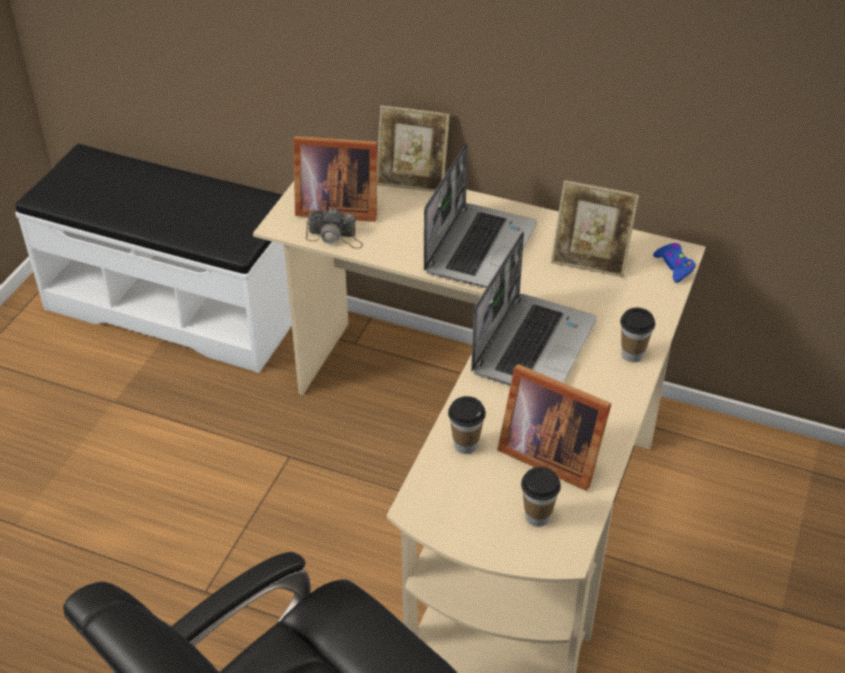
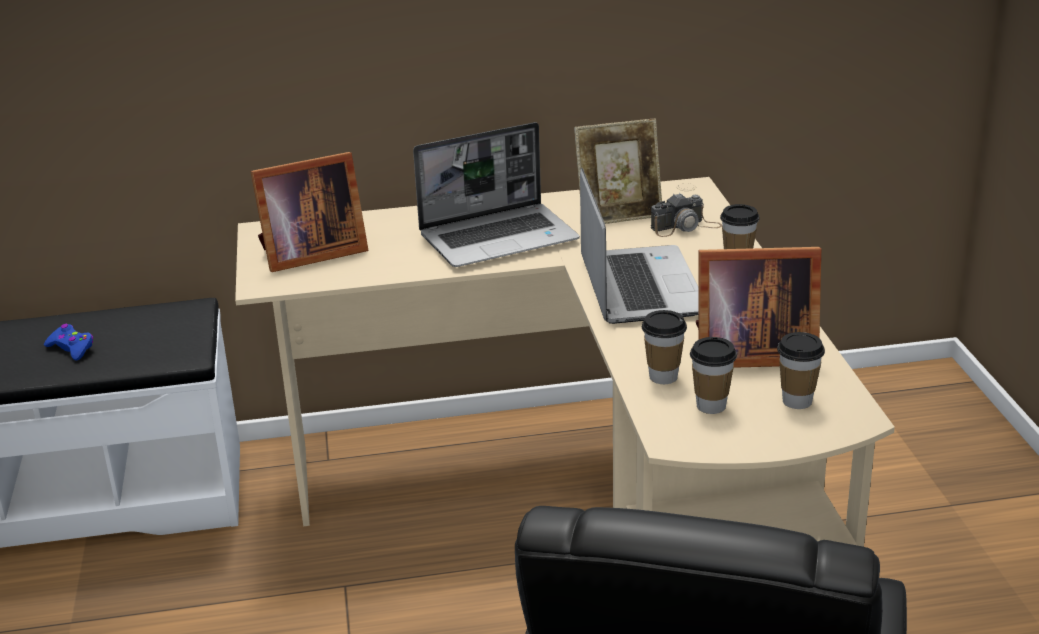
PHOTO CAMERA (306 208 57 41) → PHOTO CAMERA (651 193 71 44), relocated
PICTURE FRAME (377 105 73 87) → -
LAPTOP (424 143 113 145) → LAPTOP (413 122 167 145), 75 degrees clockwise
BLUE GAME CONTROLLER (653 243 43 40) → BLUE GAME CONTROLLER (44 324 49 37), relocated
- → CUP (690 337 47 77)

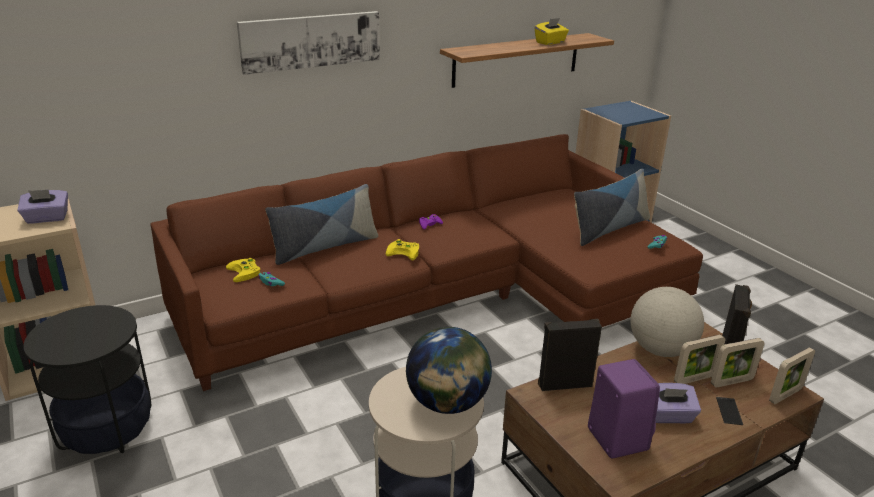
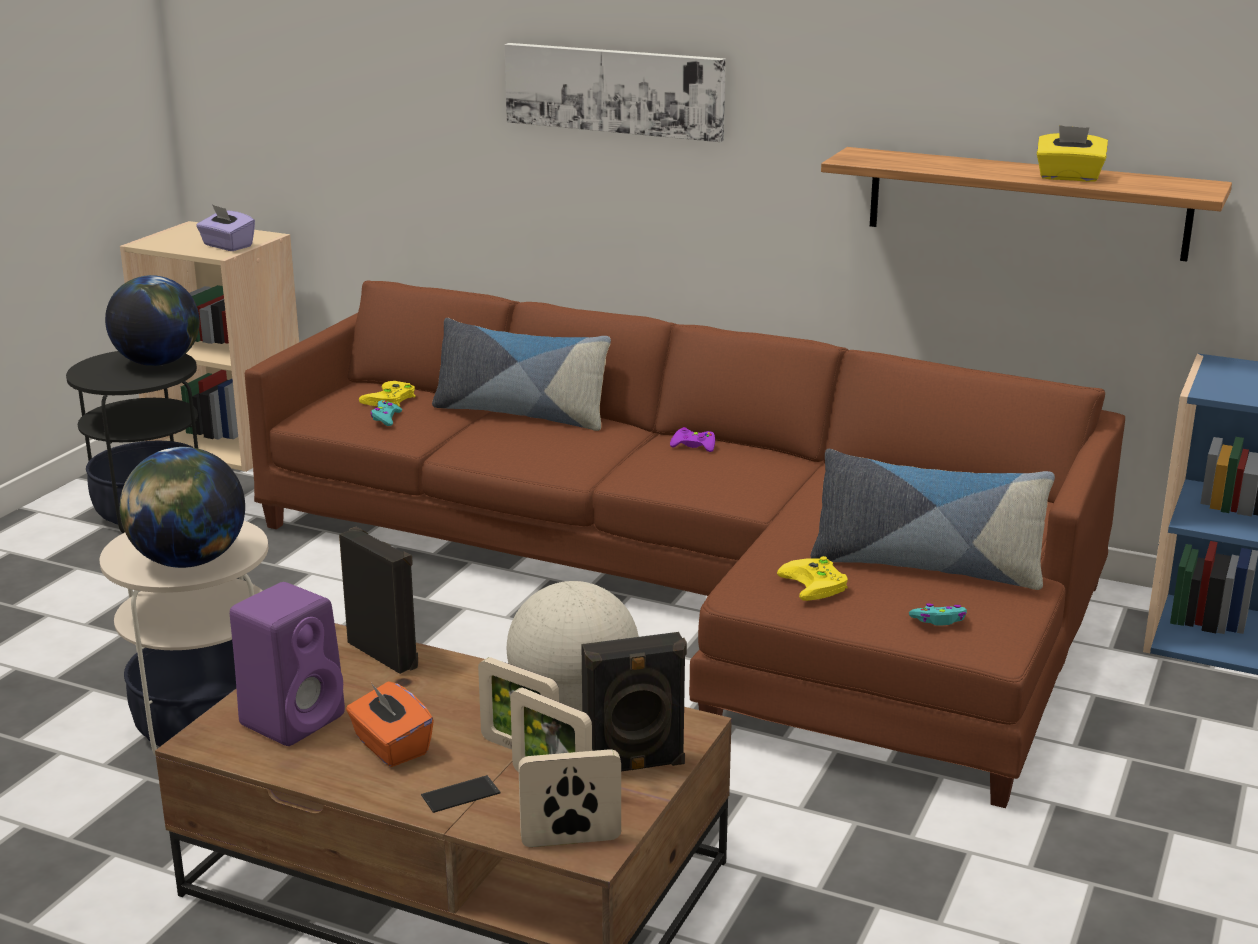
YELLOW GAME CONTROLLER (386 239 33 21) → YELLOW GAME CONTROLLER (777 556 71 45), relocated
PURPLE TISSUE BOX (655 383 46 40) → ORANGE TISSUE BOX (346 681 88 86)
PICTURE FRAME (769 347 46 57) → PICTURE FRAME (518 749 103 98), 150 degrees clockwise
- → GLOBE (105 275 95 91)

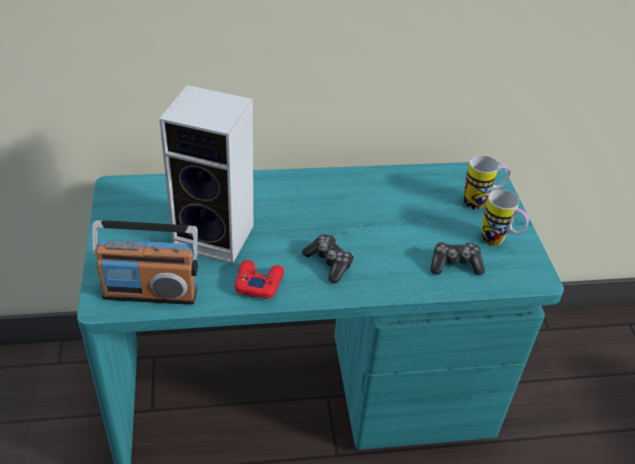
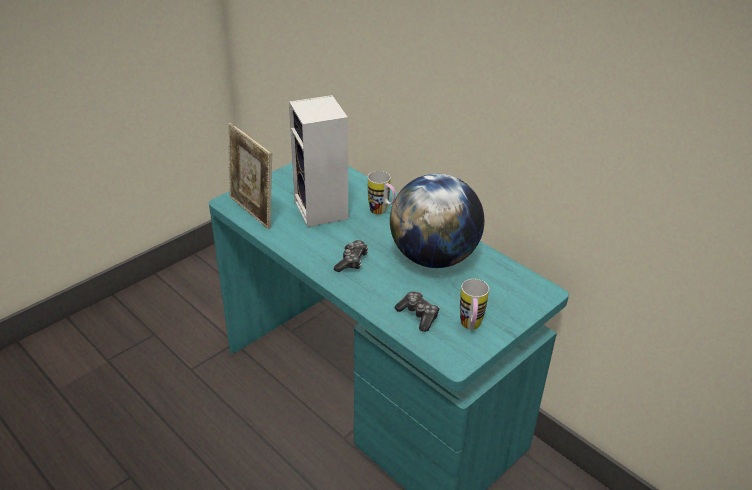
RADIO (92 220 106 85) → PICTURE FRAME (228 123 44 106)
RED GAME CONTROLLER (235 260 49 39) → -
MUG (464 155 46 54) → MUG (368 171 28 44), relocated
- → GLOBE (390 174 94 94)

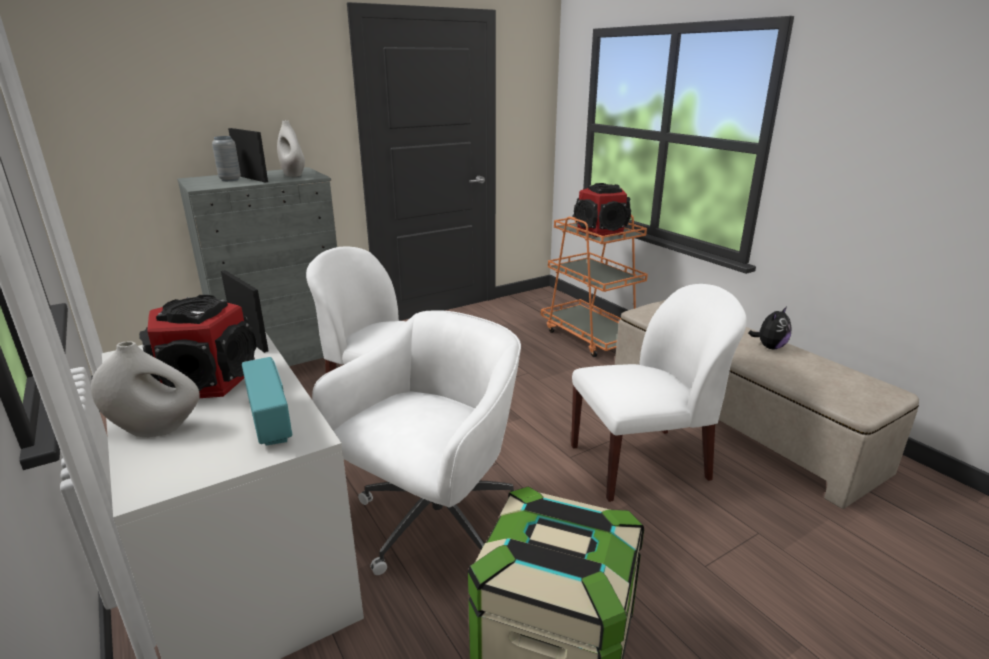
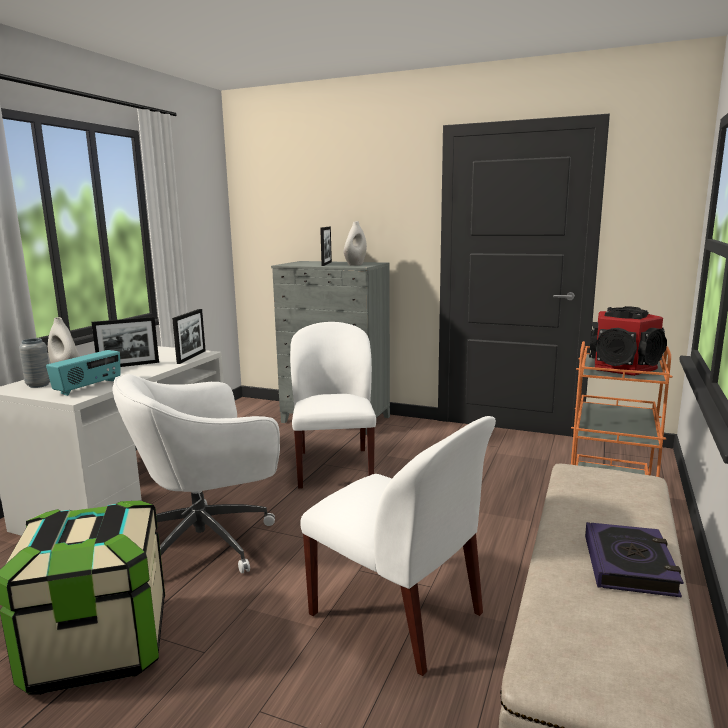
SPEAKER (139 295 117 103) → PICTURE FRAME (92 317 67 50)
GREY VASE (212 136 29 45) → GREY VASE (19 338 31 50), relocated
WHITE OFFICE CHAIR (312 311 209 264) → WHITE OFFICE CHAIR (112 374 168 199), 150 degrees clockwise
PLUSH TOY (748 307 44 42) → BOOK (585 522 99 75)

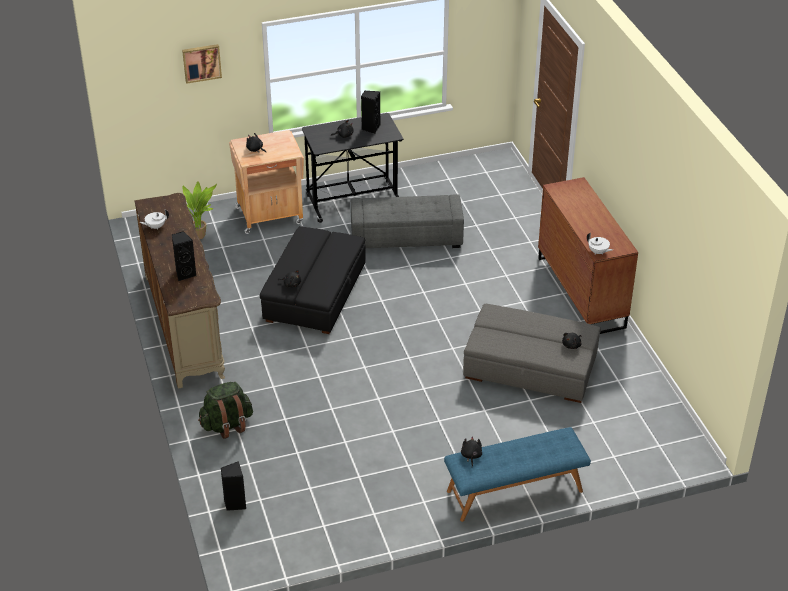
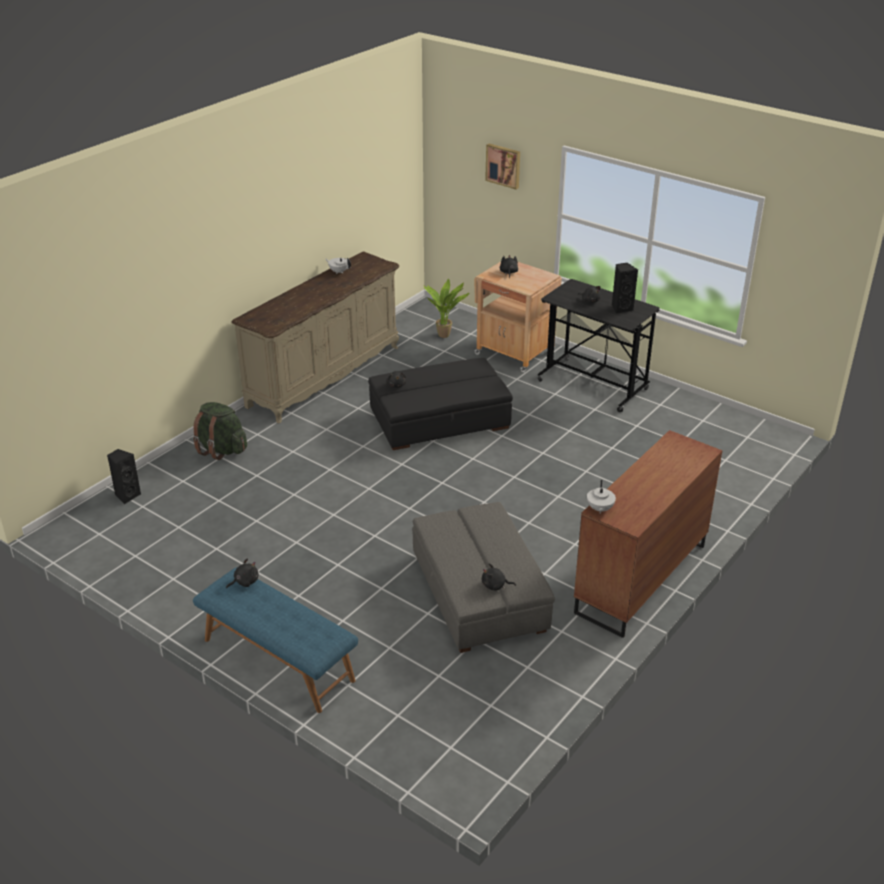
BLACK SPEAKER (172 231 25 50) → -
GREY OTTOMAN (351 194 113 54) → -

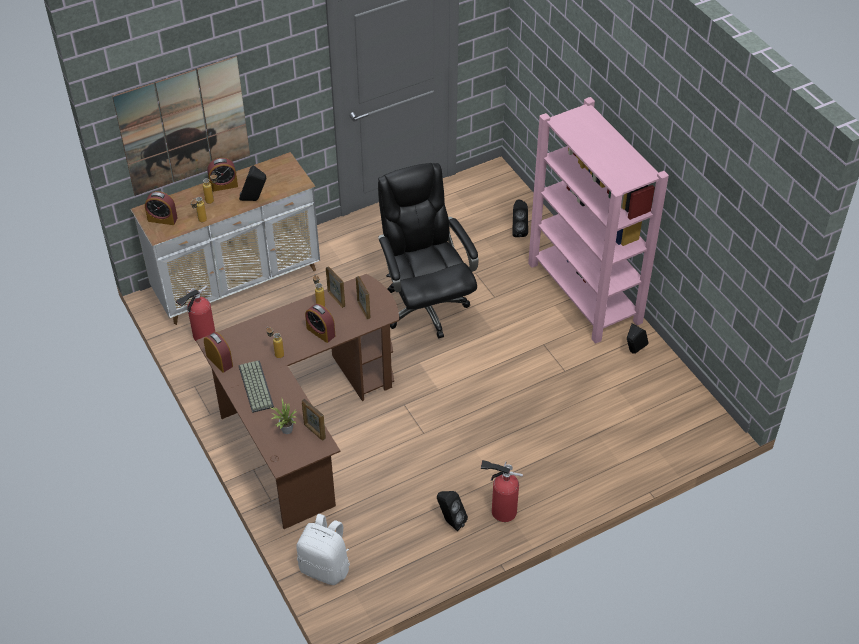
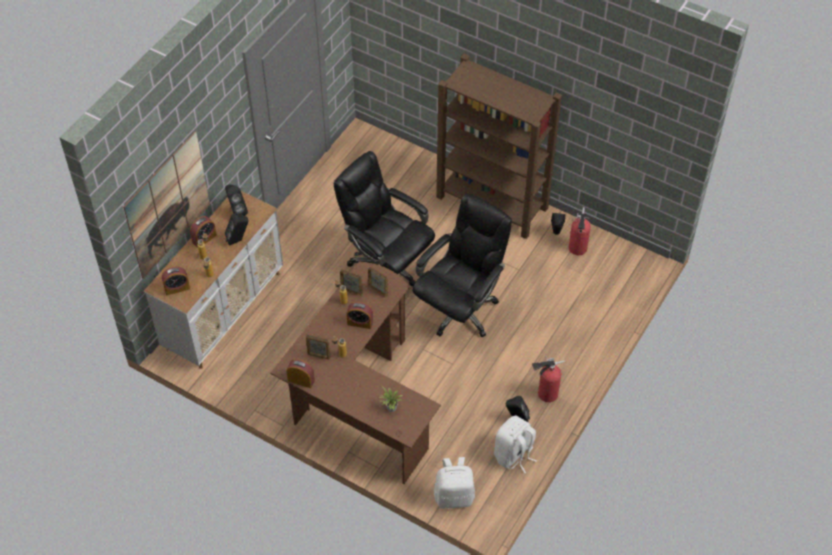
FIRE EXTINGUISHER (176 285 39 56) → FIRE EXTINGUISHER (569 207 22 48), relocated
KEYBOARD (238 360 36 53) → -
PICTURE FRAME (302 399 24 41) → PICTURE FRAME (306 335 24 24), relocated
BLACK SPEAKER (512 199 16 38) → BLACK SPEAKER (225 185 23 31), relocated
PINK BOOKCASE (528 97 141 246) → BROWN BOOKCASE (436 54 126 185)
- → BLACK OFFICE CHAIR (412 193 100 144)
- → WHITE BACKPACK (494 416 43 57)

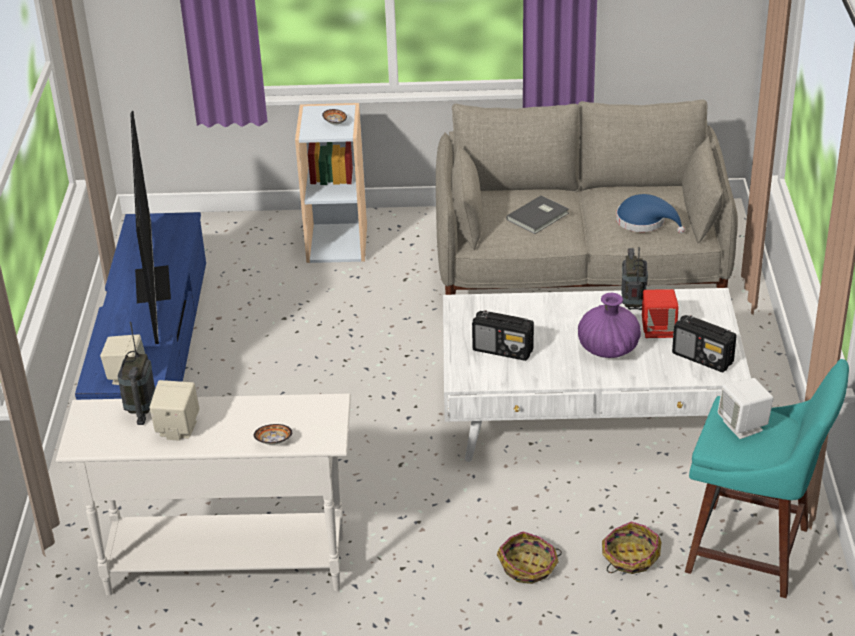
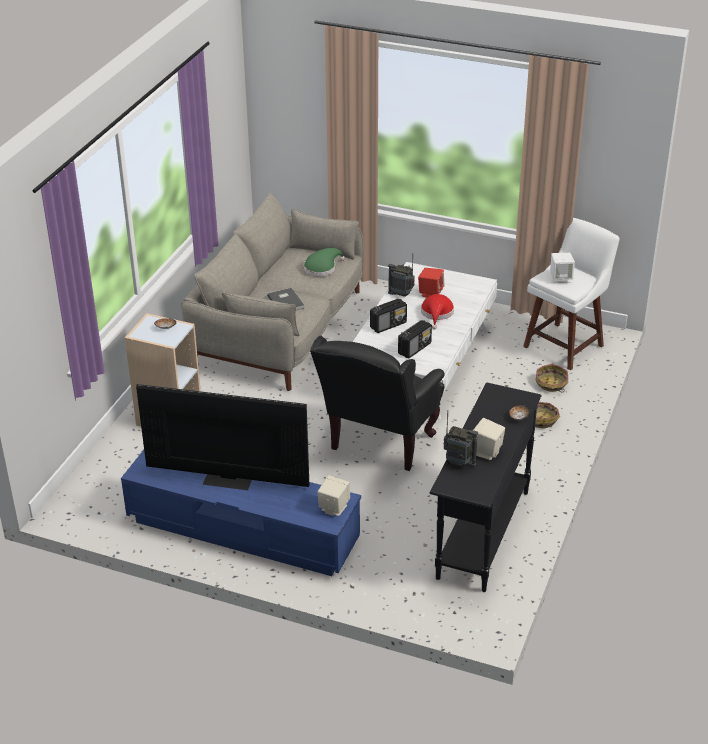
WHITE CONSOLE TABLE (56 393 295 203) → BLACK CONSOLE TABLE (430 382 111 210)
PURPLE VASE (578 293 63 65) → RED HAT (421 294 33 35)
BLUE HAT (616 194 69 39) → GREEN HAT (304 248 41 29)
RADIO (672 315 65 57) → RADIO (370 299 37 34), relocated
TURQUOISE STOOL (685 359 164 239) → WHITE STOOL (523 218 96 152)
- → BLACK ARMCHAIR (310 336 134 135)

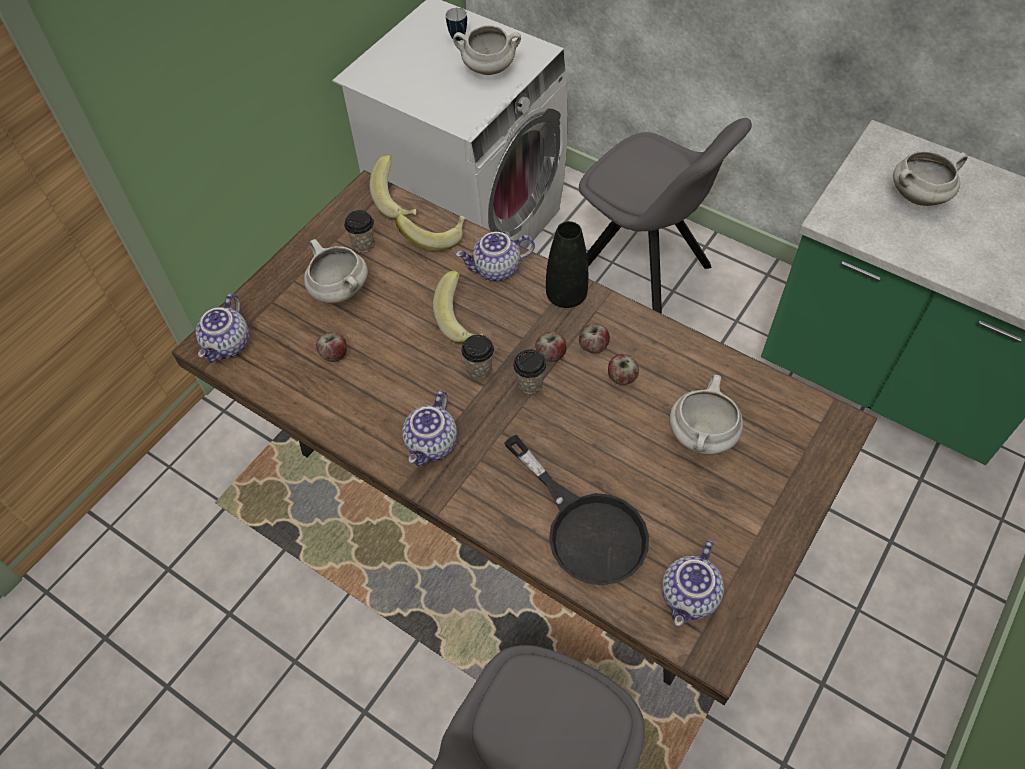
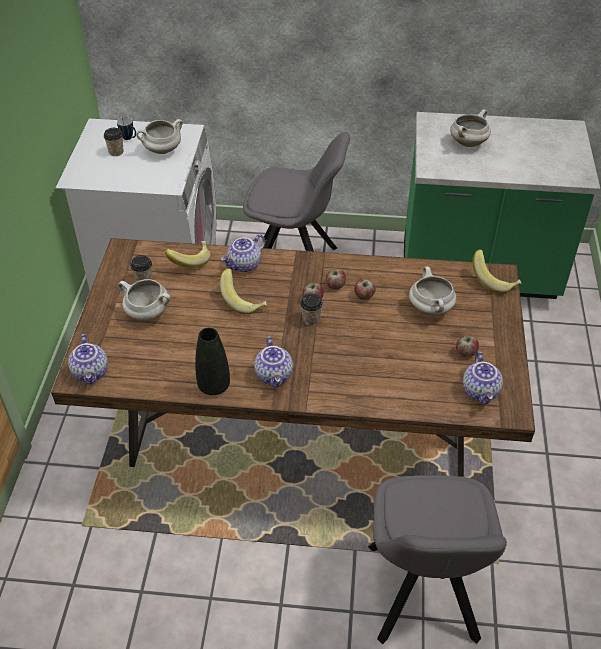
APPLE (316 332 31 30) → APPLE (456 335 23 22), relocated
BANANA (370 154 46 66) → BANANA (473 249 49 44), relocated
CUP (461 335 33 44) → CUP (104 128 20 28), relocated
BLACK FRYING PAN (504 435 145 150) → -
BLACK VASE (546 221 42 87) → BLACK VASE (195 328 35 67), relocated

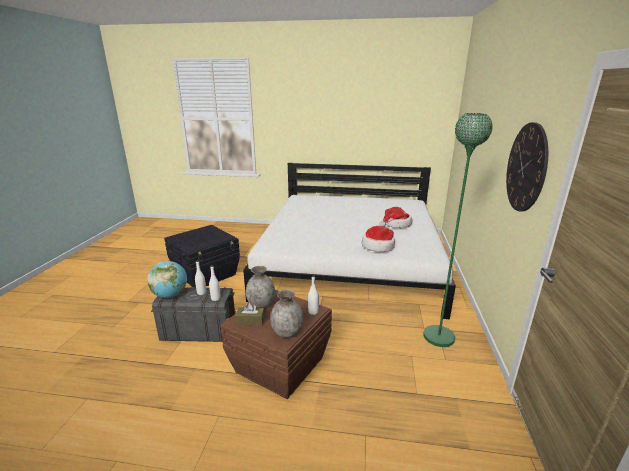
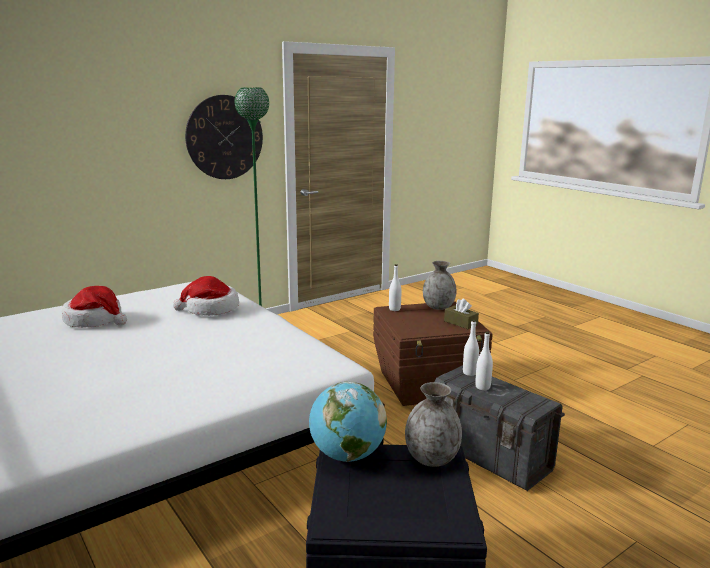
GLOBE (147 261 40 37) → GLOBE (309 382 78 80), relocated
GREY VASE (246 266 29 42) → GREY VASE (405 382 57 85), relocated

